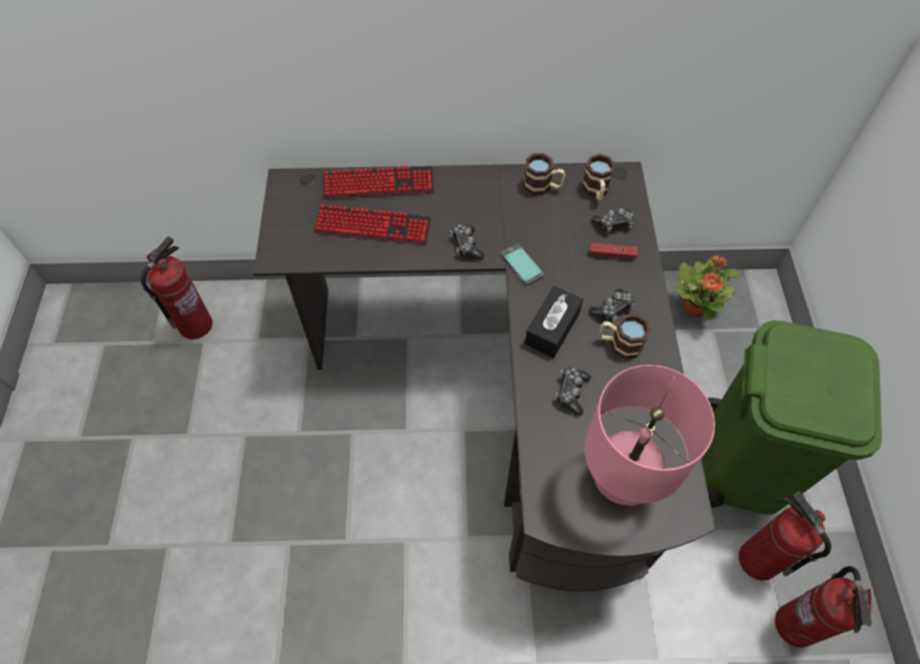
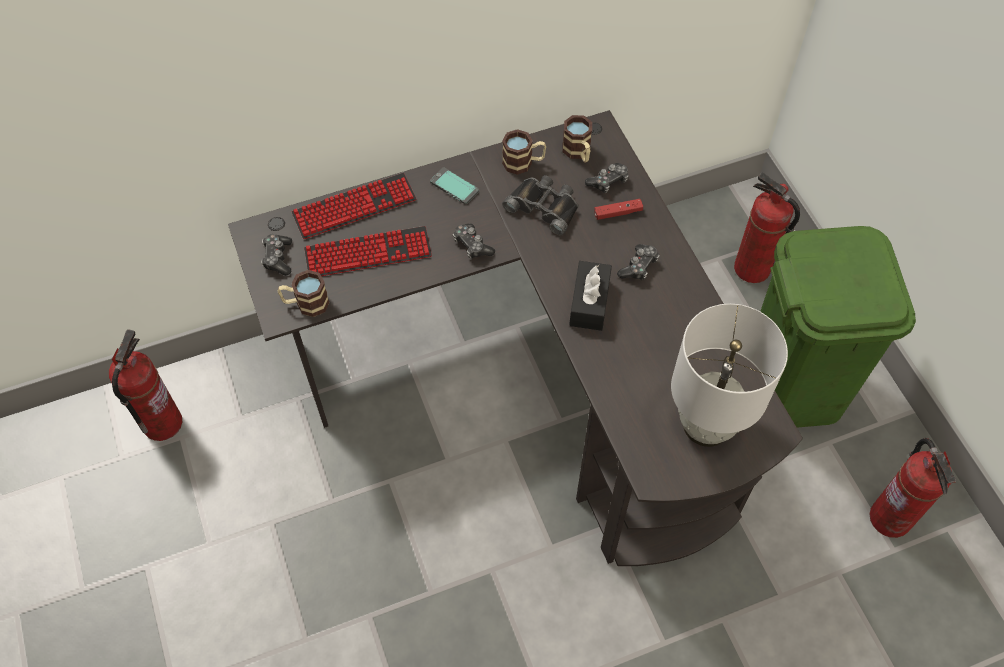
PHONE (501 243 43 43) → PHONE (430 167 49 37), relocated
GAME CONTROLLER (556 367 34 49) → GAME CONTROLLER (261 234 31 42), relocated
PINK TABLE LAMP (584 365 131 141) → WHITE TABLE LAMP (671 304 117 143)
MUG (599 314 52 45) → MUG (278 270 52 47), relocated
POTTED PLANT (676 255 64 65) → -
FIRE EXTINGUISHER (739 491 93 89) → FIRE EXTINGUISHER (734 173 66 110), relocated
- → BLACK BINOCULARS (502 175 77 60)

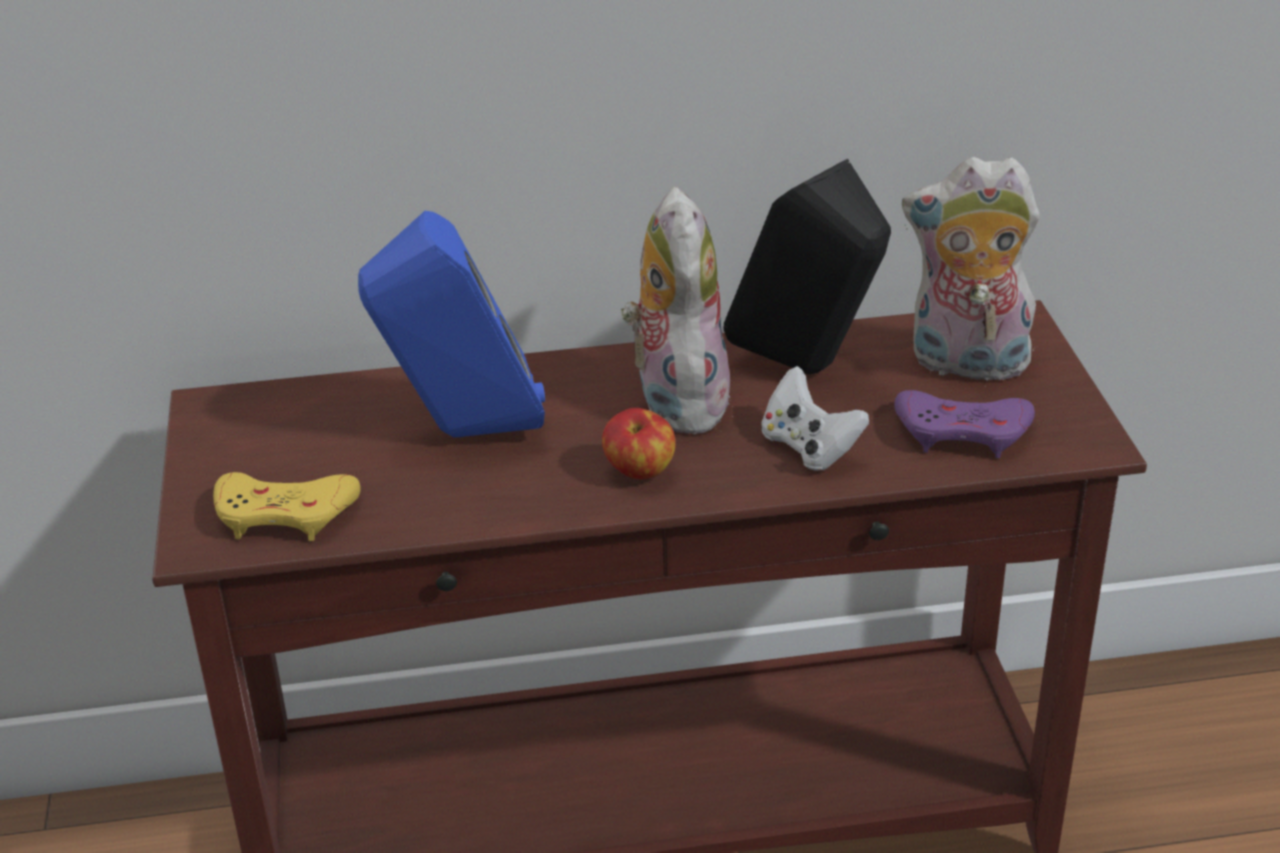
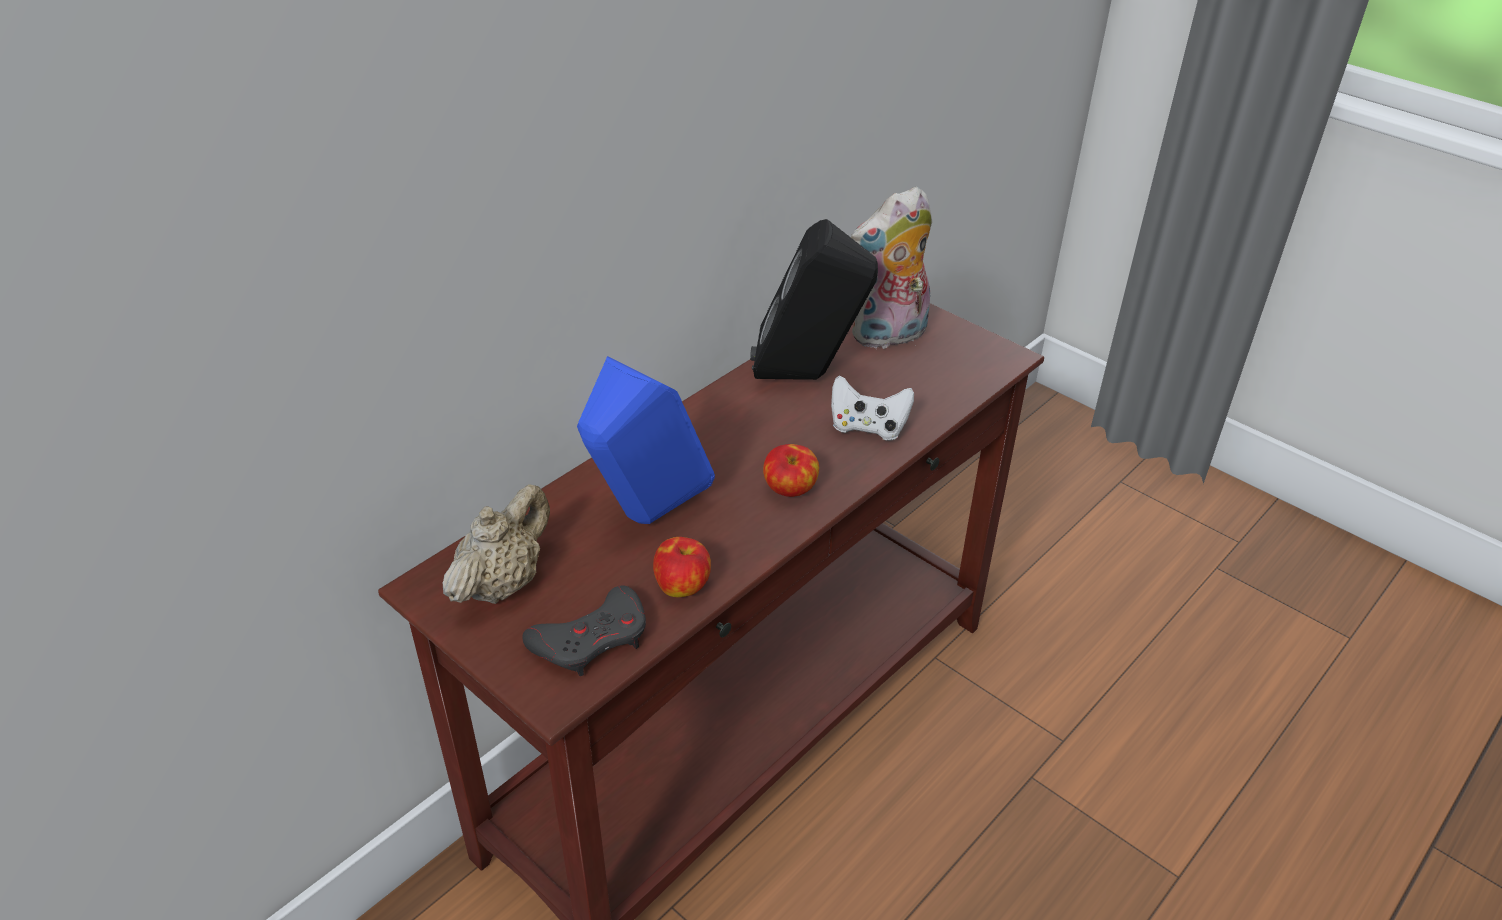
YELLOW GAME CONTROLLER (213 472 148 69) → GREY GAME CONTROLLER (522 586 124 90)
PLUSH TOY (622 186 108 248) → -
PURPLE GAME CONTROLLER (894 390 141 68) → -
- → BEIGE TEAPOT (443 484 107 120)
- → APPLE (653 537 58 60)

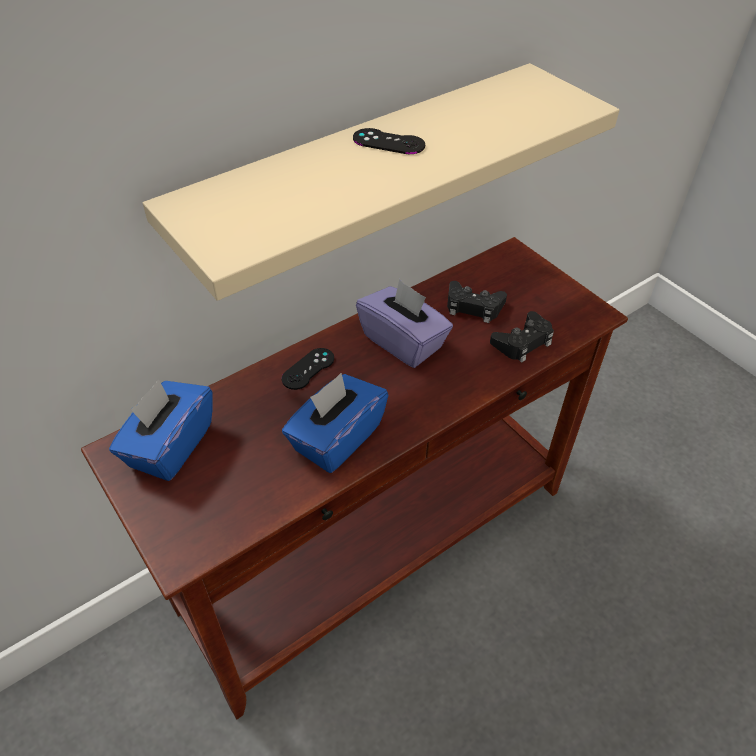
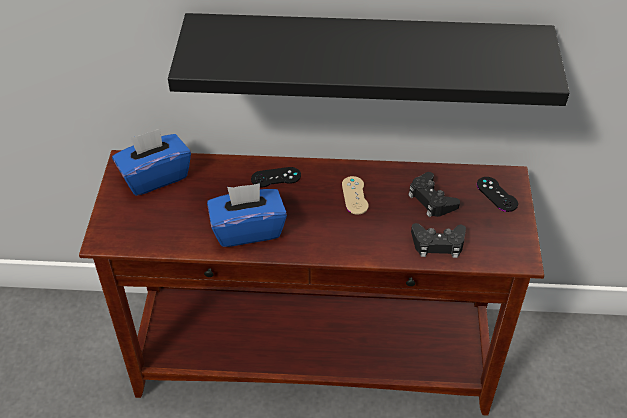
BEIGE SHELF (143 63 476 238) → BLACK SHELF (168 13 401 93)
BLACK GAME CONTROLLER (353 128 72 26) → BLACK GAME CONTROLLER (477 177 41 35), relocated
PURPLE TISSUE BOX (356 279 97 89) → BEIGE GAME CONTROLLER (342 176 27 39)

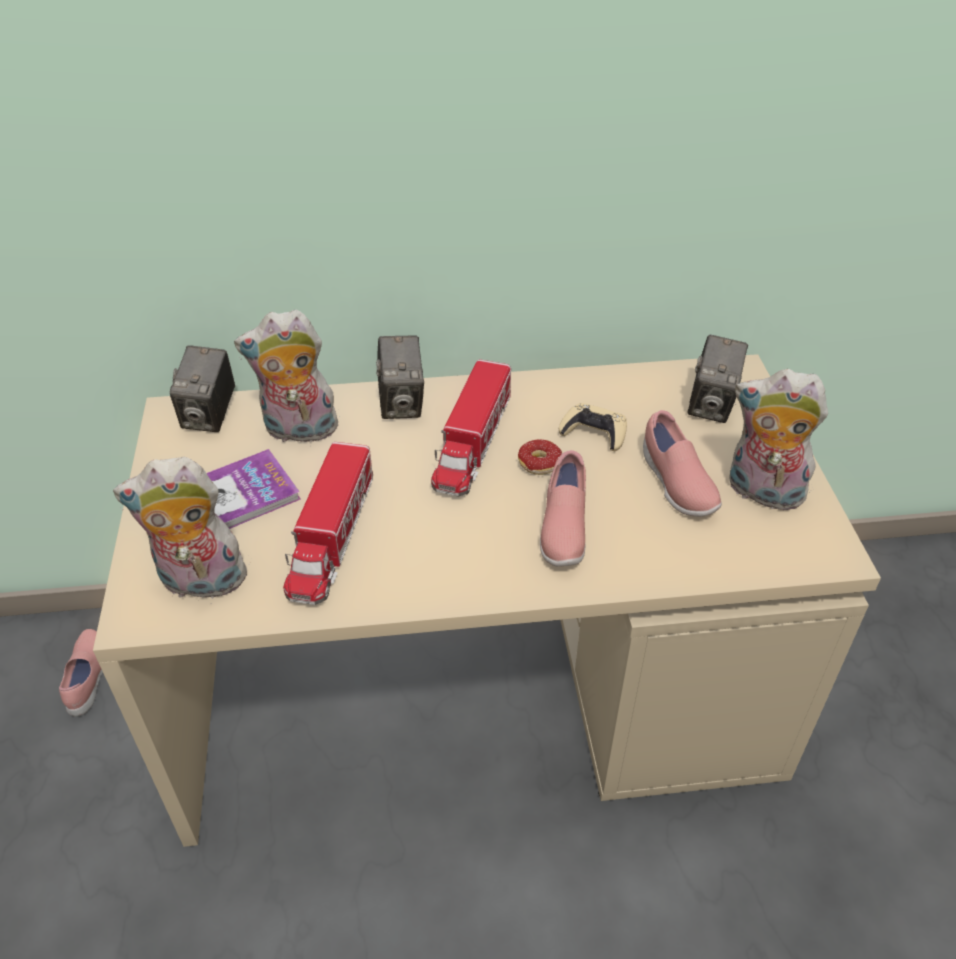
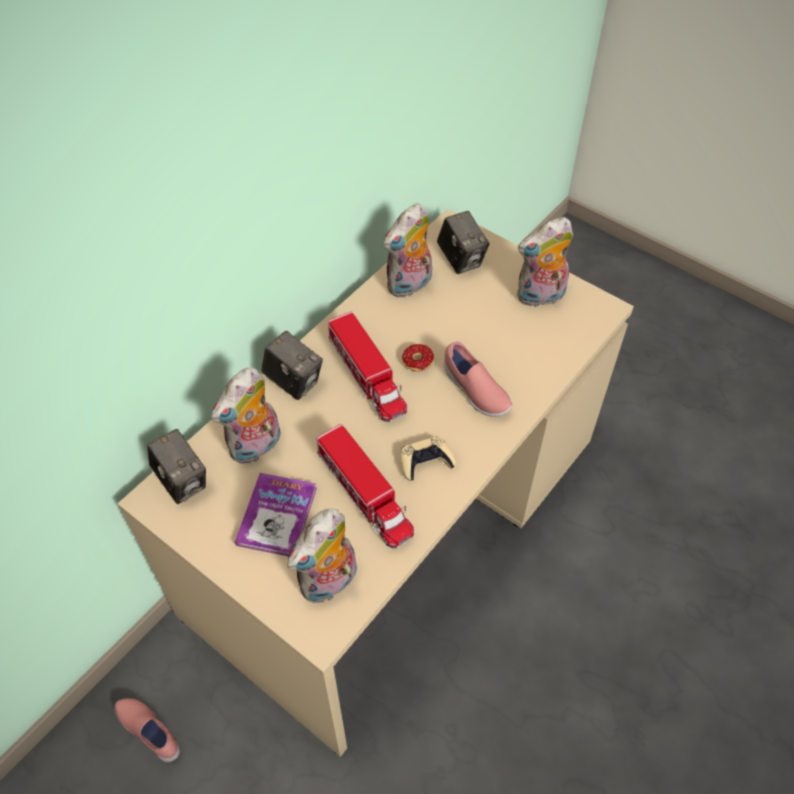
BEIGE GAME CONTROLLER (559 403 68 48) → BEIGE GAME CONTROLLER (401 437 55 44), relocated
PINK SHOE (643 410 79 107) → -
- → PLUSH TOY (384 203 48 94)

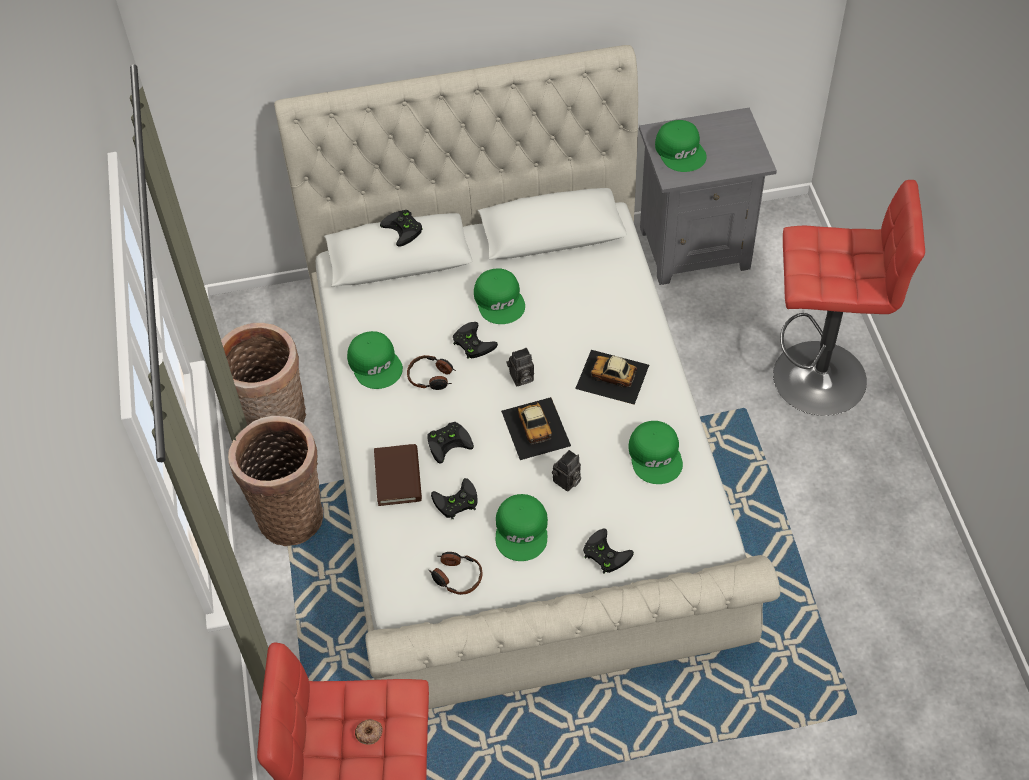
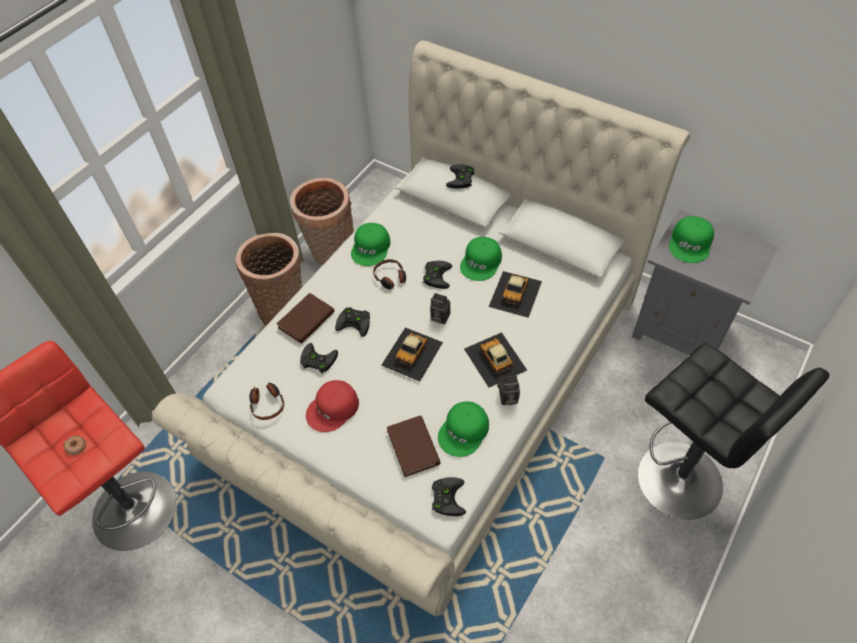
GREEN CAP (496 494 52 67) → RED CAP (306 380 53 52)
PHOTO CAMERA (552 450 29 42) → PHOTO CAMERA (497 376 23 29), relocated
BLACK GAME CONTROLLER (583 528 51 45) → BLACK GAME CONTROLLER (432 477 34 39), relocated
RED STOOL (773 180 152 236) → BLACK STOOL (638 343 191 177)
- → BROWN BOOK (387 415 54 62)
- → TOY CAR (489 271 53 47)

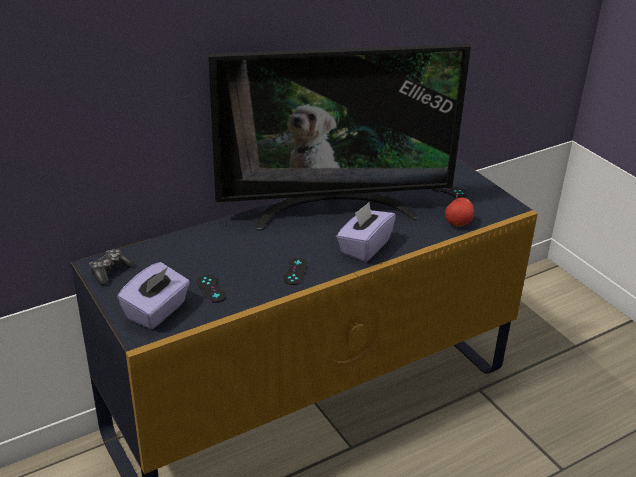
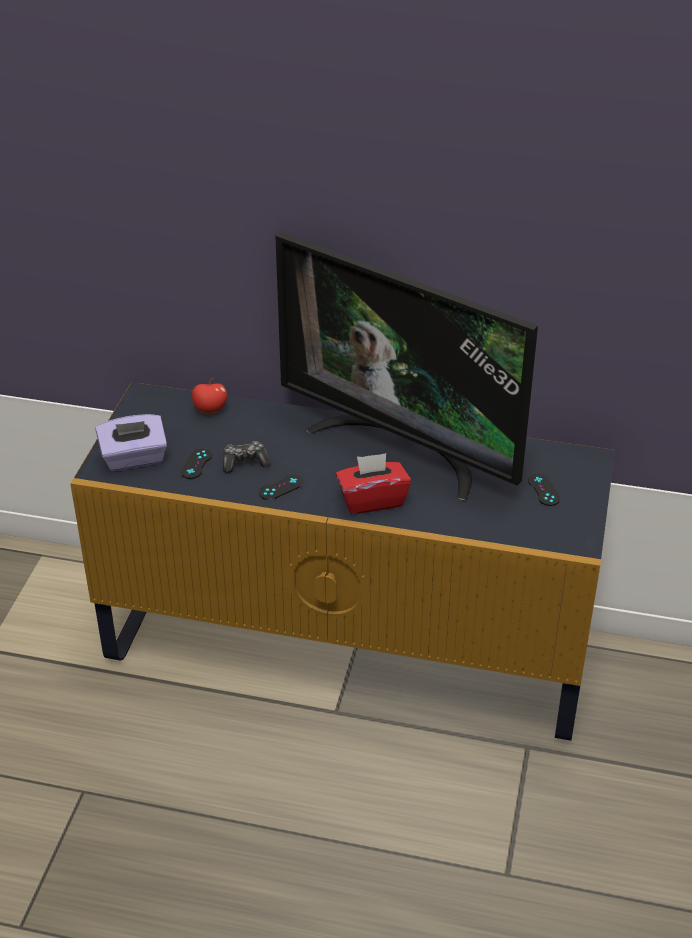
GAME CONTROLLER (89 249 45 36) → GAME CONTROLLER (223 441 48 32), relocated
PURPLE TISSUE BOX (336 202 60 60) → RED TISSUE BOX (336 453 75 61)
APPLE (445 195 29 31) → APPLE (192 378 35 35), relocated

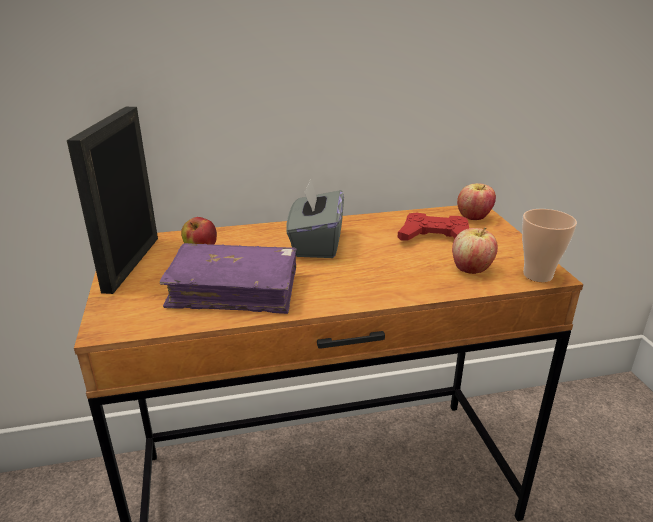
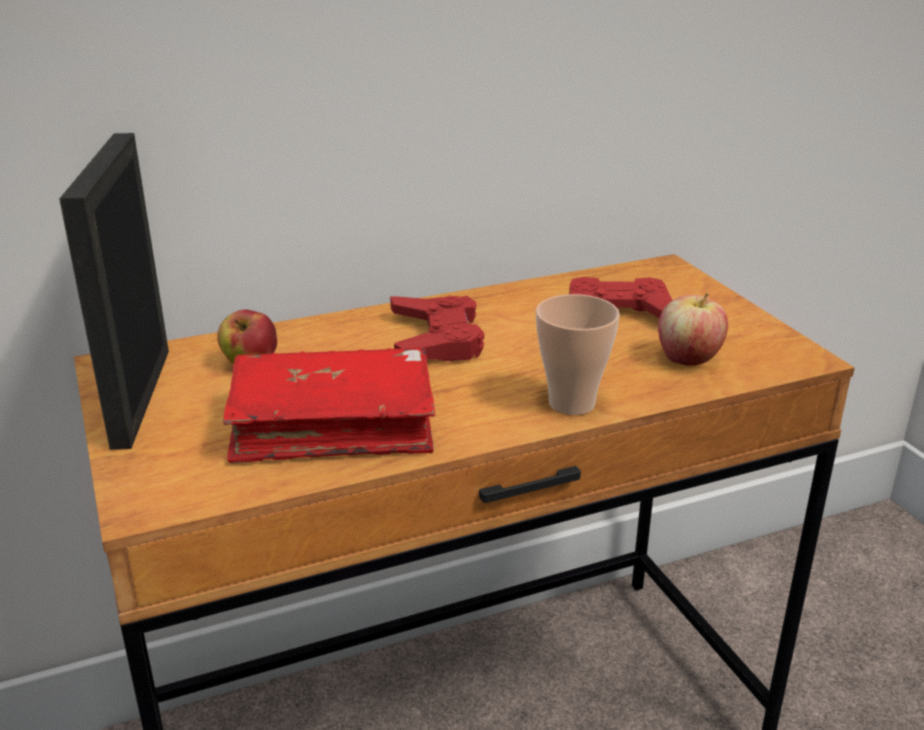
PURPLE BOOK (160 243 136 71) → RED BOOK (223 347 212 116)
GREY TISSUE BOX (286 179 58 79) → RED GAME CONTROLLER (390 296 94 65)
APPLE (457 183 39 37) → -
CUP (522 209 55 73) → CUP (536 294 84 121), relocated

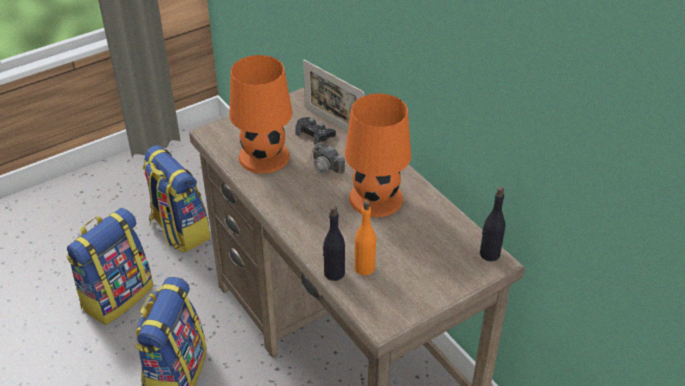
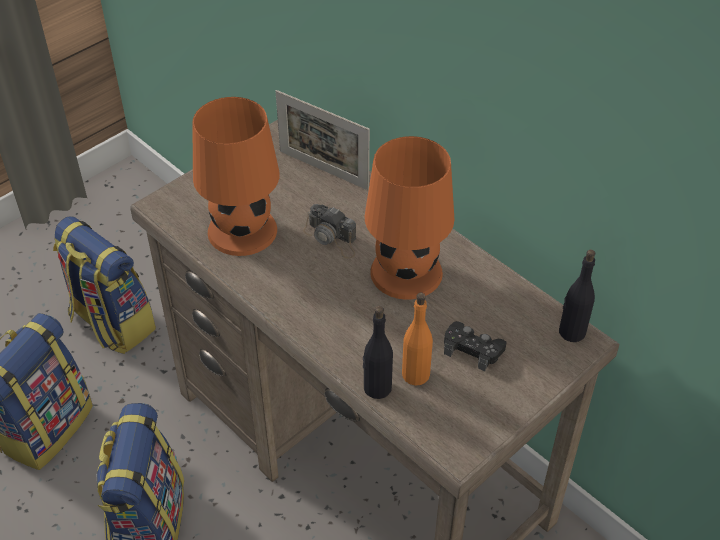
BLACK GAME CONTROLLER (295 117 41 27) → BLACK GAME CONTROLLER (444 321 62 50), relocated

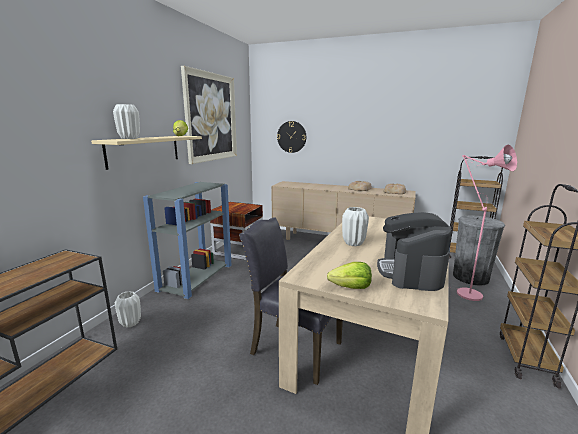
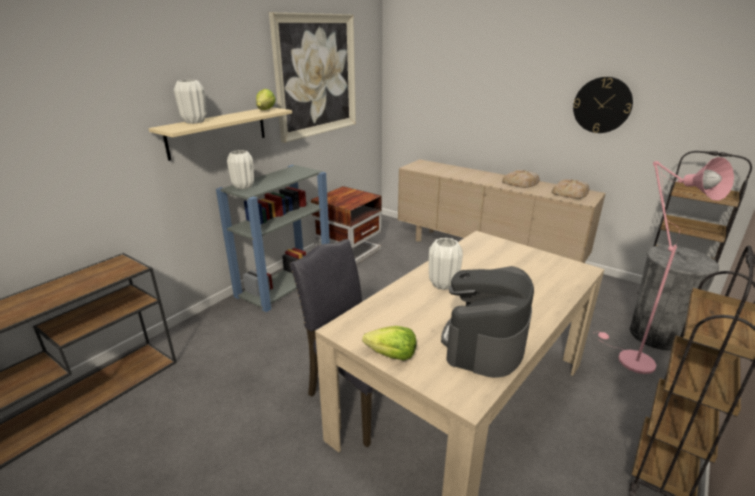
WHITE VASE (115 291 26 37) → WHITE VASE (227 150 27 39), relocated
WALL CLOCK (277 121 29 32) → WALL CLOCK (573 77 60 56), relocated

